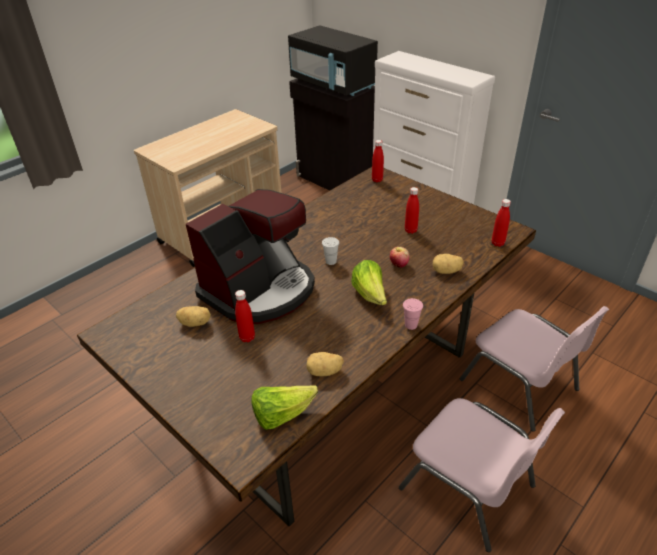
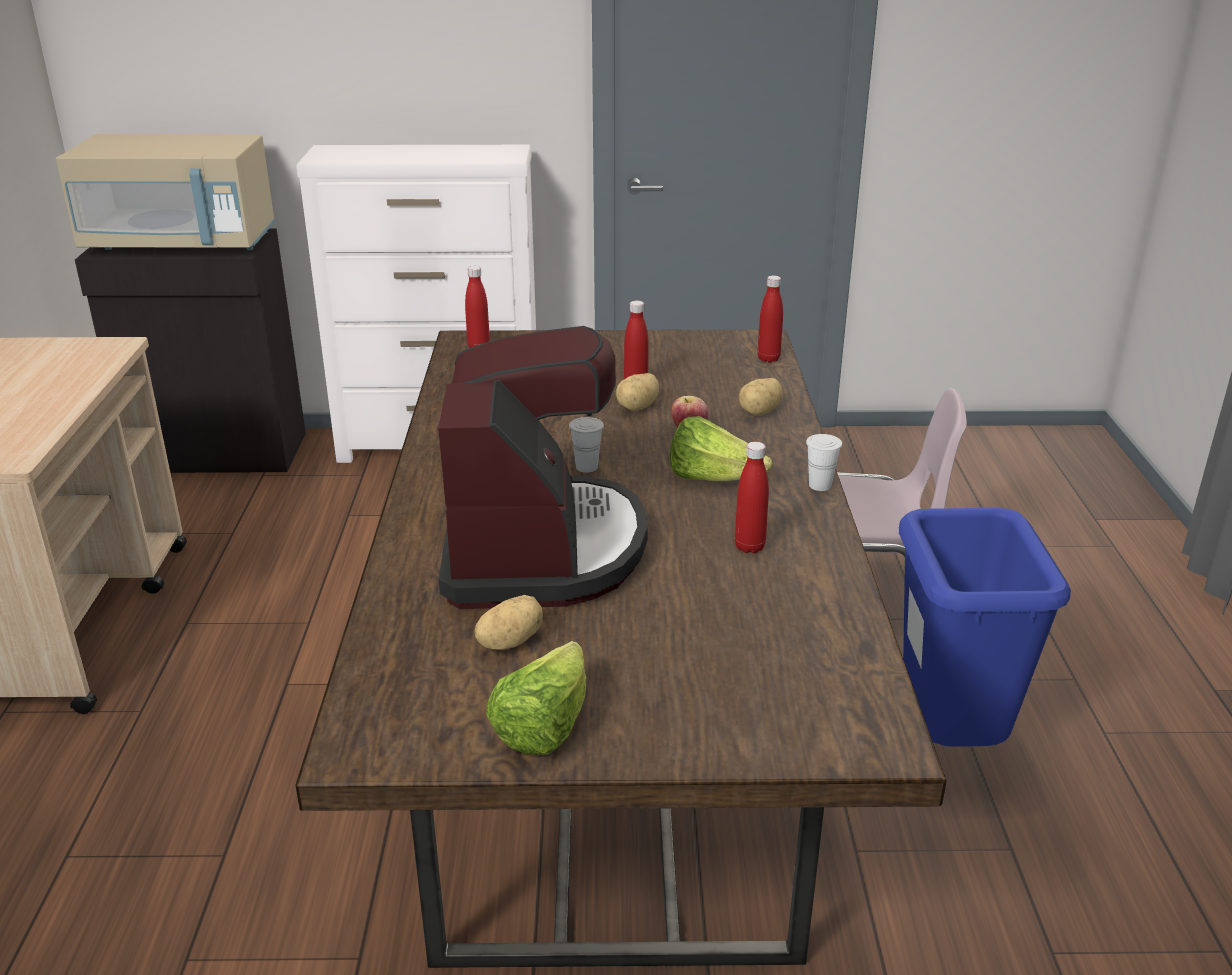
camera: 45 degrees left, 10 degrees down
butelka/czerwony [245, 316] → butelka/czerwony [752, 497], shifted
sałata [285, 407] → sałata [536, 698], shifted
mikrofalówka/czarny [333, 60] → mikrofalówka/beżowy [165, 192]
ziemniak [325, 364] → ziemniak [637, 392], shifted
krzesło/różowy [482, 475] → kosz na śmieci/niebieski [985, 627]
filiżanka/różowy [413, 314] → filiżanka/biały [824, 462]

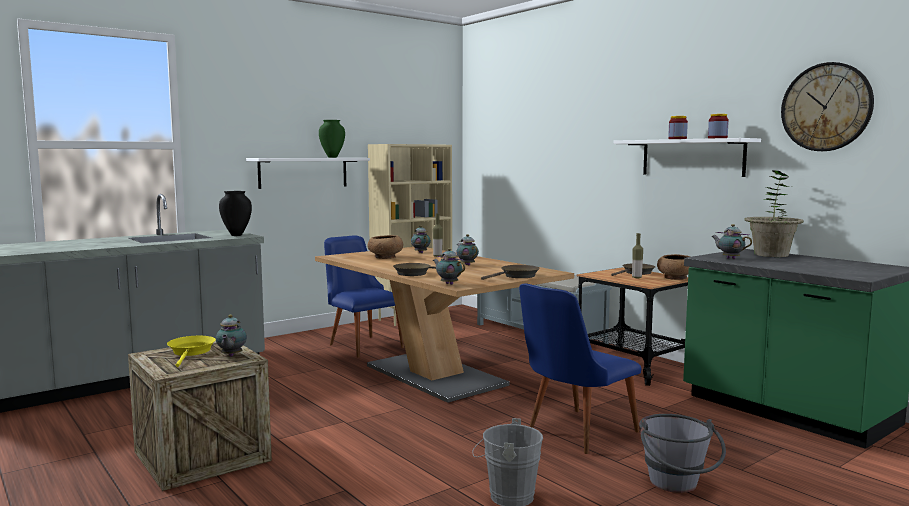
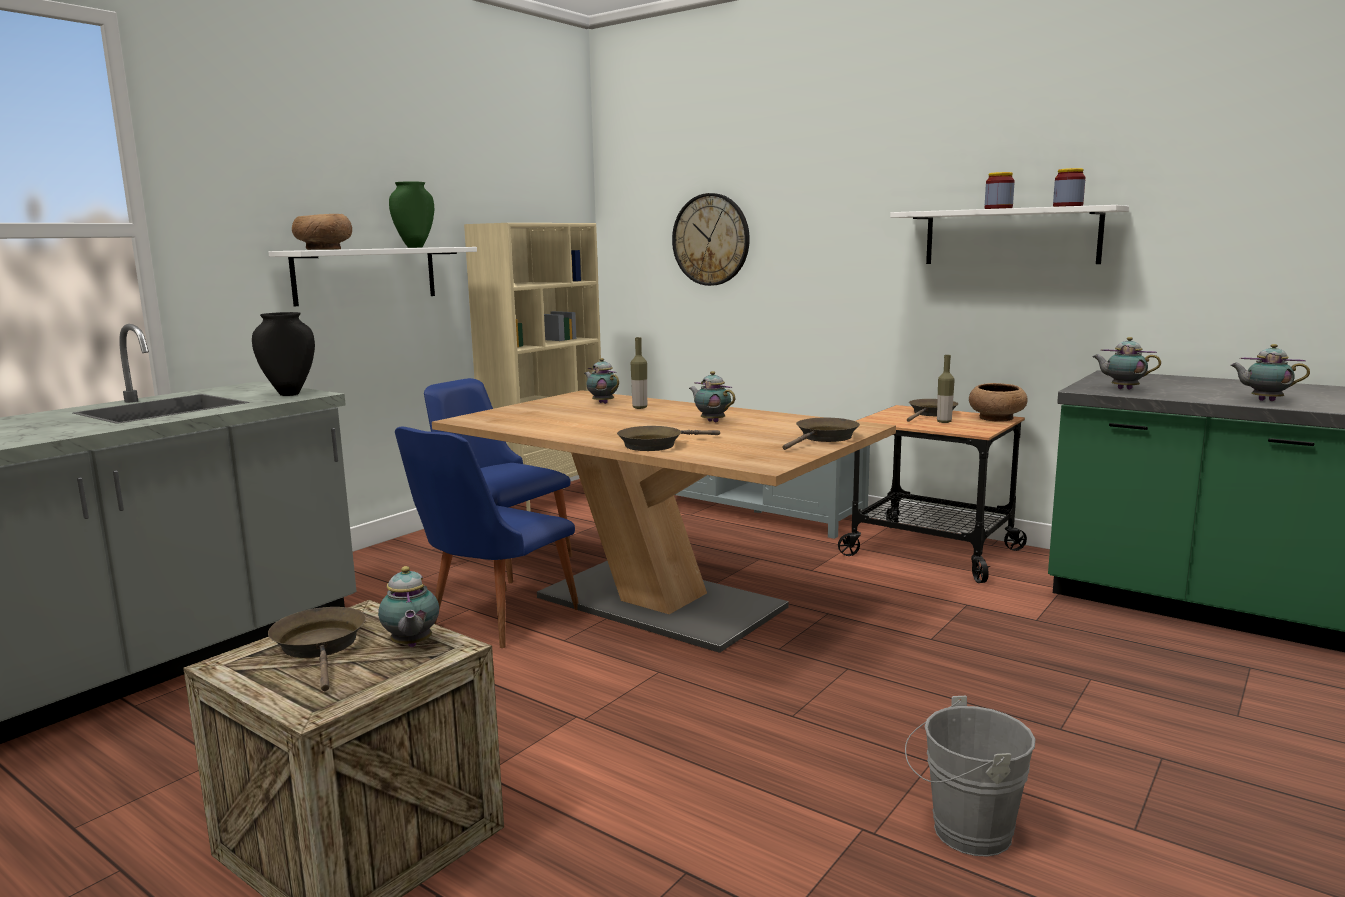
camera: 15 degrees left, 5 degrees up
patelnia/żółty [191, 351] → patelnia/brązowy [317, 649]
miska/brązowy [385, 247] → miska/brązowy [322, 232], shifted
imbryk [449, 266] → imbryk [1270, 372], shifted
krzesło/niebieski [580, 368] → krzesło/niebieski [487, 537], shifted
wiadro/szary [682, 453] → -
roślina doniczkowa [774, 214] → -
zegar ścienny [827, 106] → zegar ścienny [711, 239], shifted

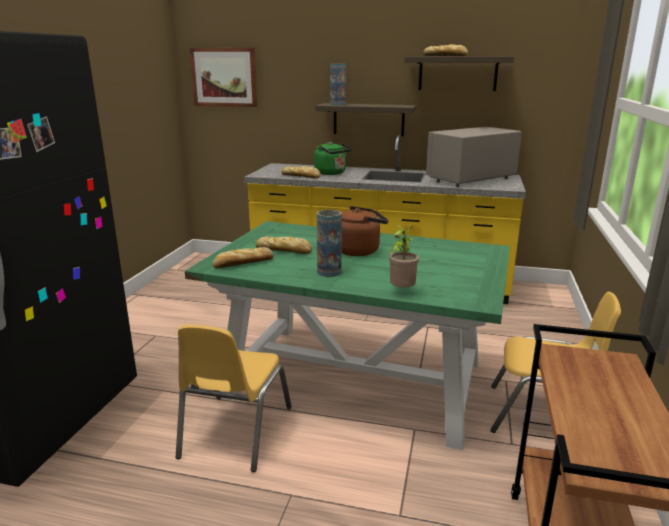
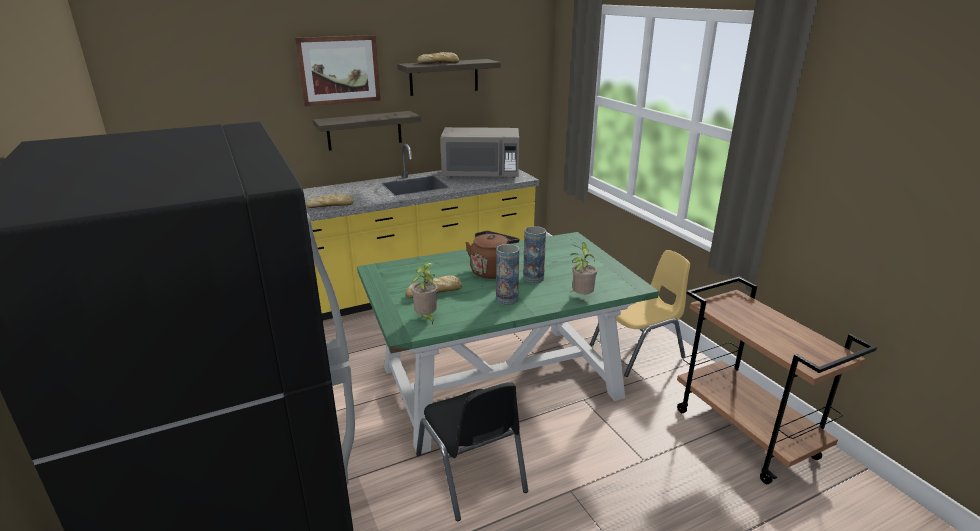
camera: 40 degrees left, 5 degrees up
krzesło/żółty [234, 398] → krzesło/czarny [472, 451]
obraz [224, 77] → obraz [338, 71], shifted
chleb [243, 257] → roślina doniczkowa [425, 294]
czajnik/zielony [333, 158] → -
wazon [338, 84] → wazon [534, 254], shifted
mikrofalówka/szary [474, 157] → mikrofalówka/szary [479, 152], 105 degrees counterclockwise

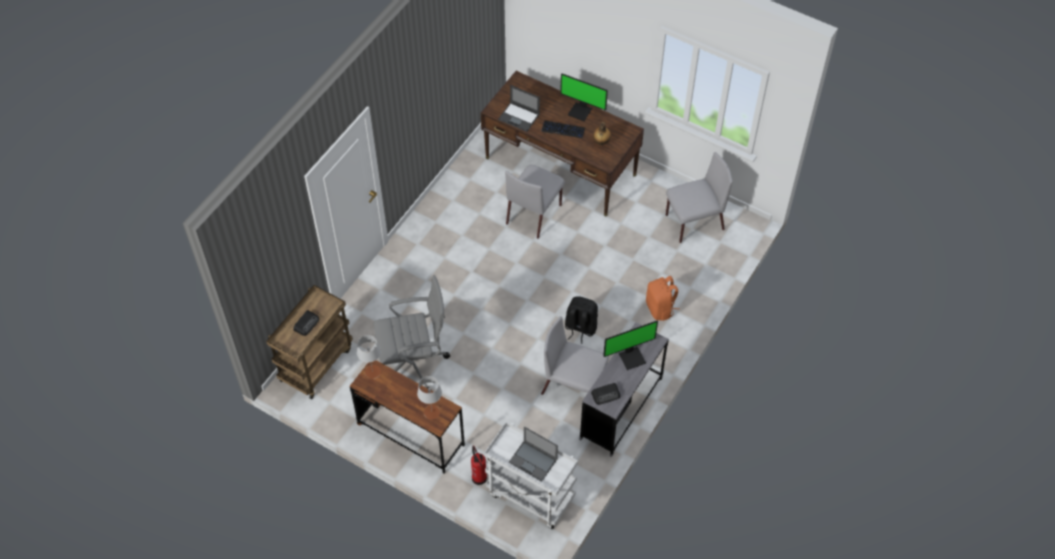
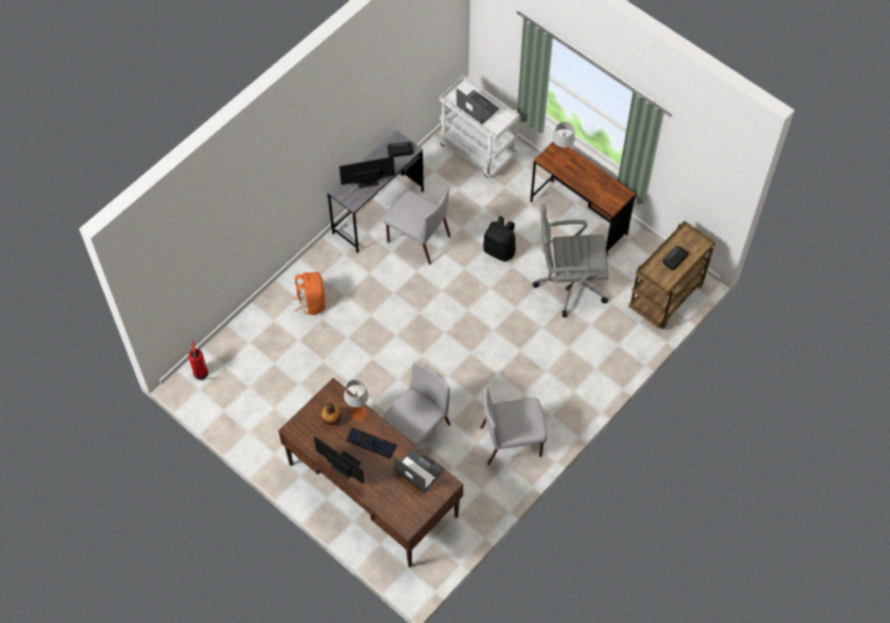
camera: 170 degrees left, 5 degrees up
lampa stołowa/szary [369, 357] → lampa stołowa/szary [356, 400], shifted
gaśnica [479, 465] → gaśnica [198, 360], shifted
plecak/czarny [581, 320] → plecak/czarny [499, 239], shifted
krzesło/szary [699, 197] → krzesło/szary [513, 425], shifted

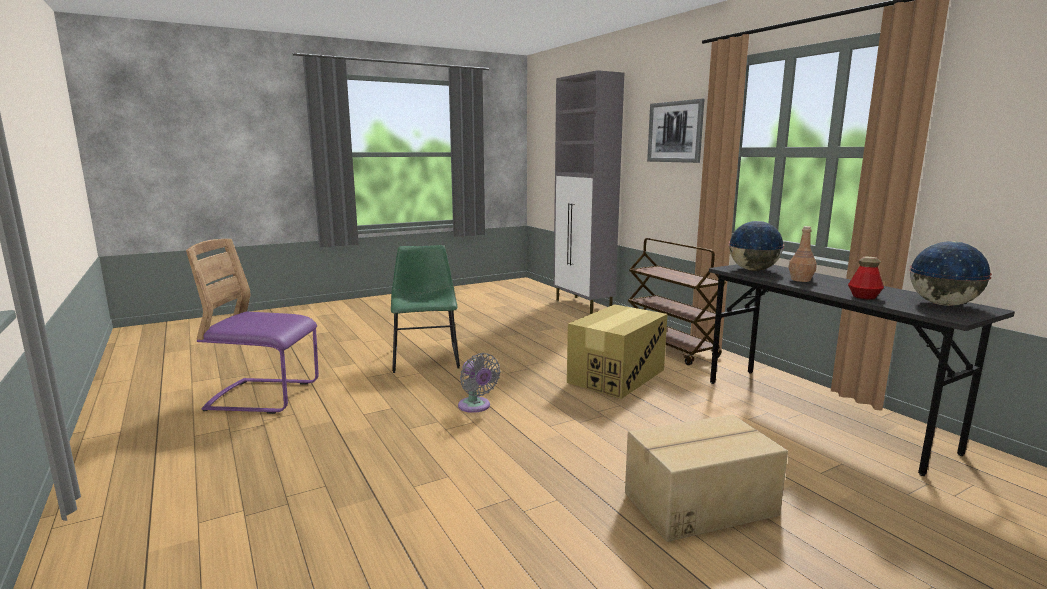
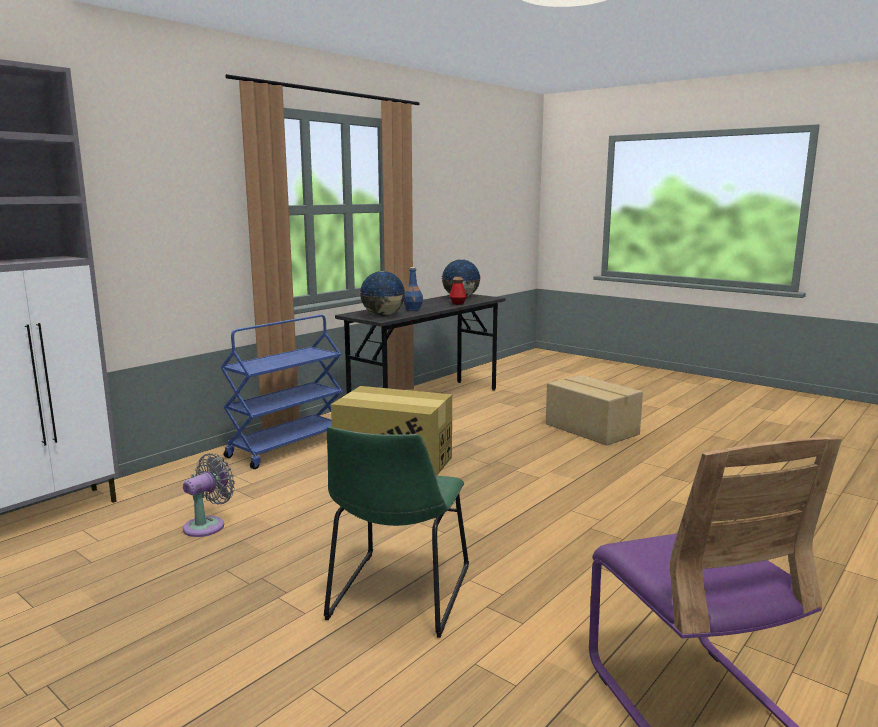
camera: 110 degrees left, 0 degrees up
krzesło/zielony [425, 309] → krzesło/zielony [396, 532], 45 degrees counterclockwise
wentylator/szary [479, 383] → wentylator/szary [209, 495], shifted
wózek/brązowy [677, 301] → wózek/niebieski [281, 392]
obraz [675, 131] → -
butelka/brązowy [803, 254] → butelka/niebieski [413, 289]

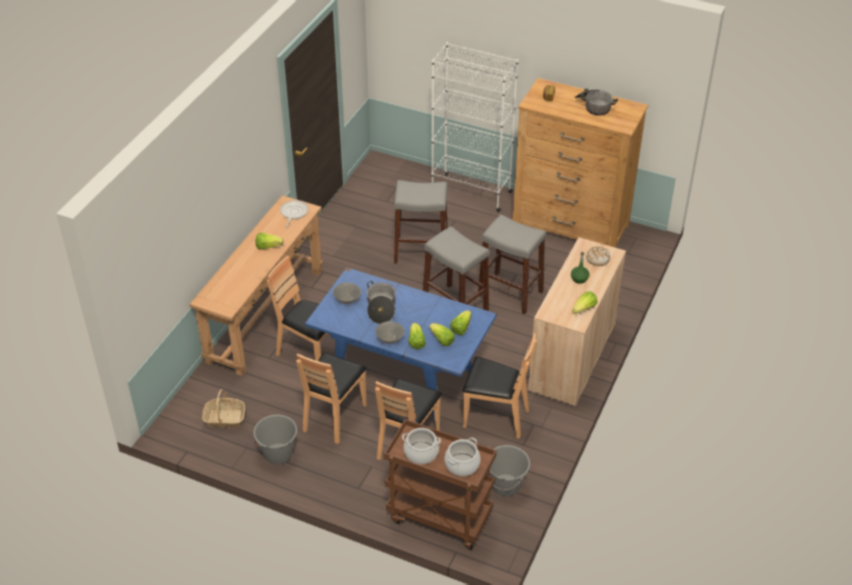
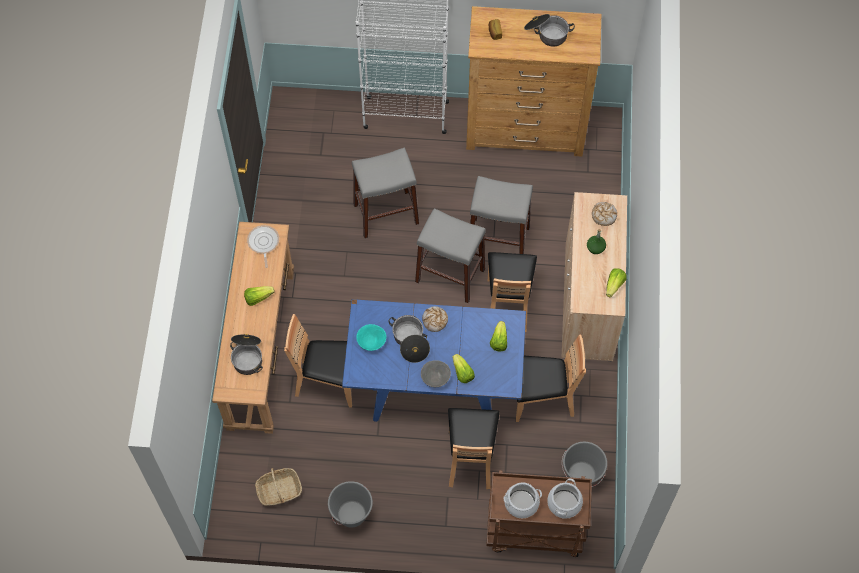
camera: 20 degrees left, 20 degrees up
krzesło/brązowy [331, 398] → krzesło/brązowy [512, 292], shifted
miska/szary [347, 293] → miska/turkusowy [371, 337]
sałata [442, 334] → -
- → garnek [246, 354]
- → chleb [435, 319]

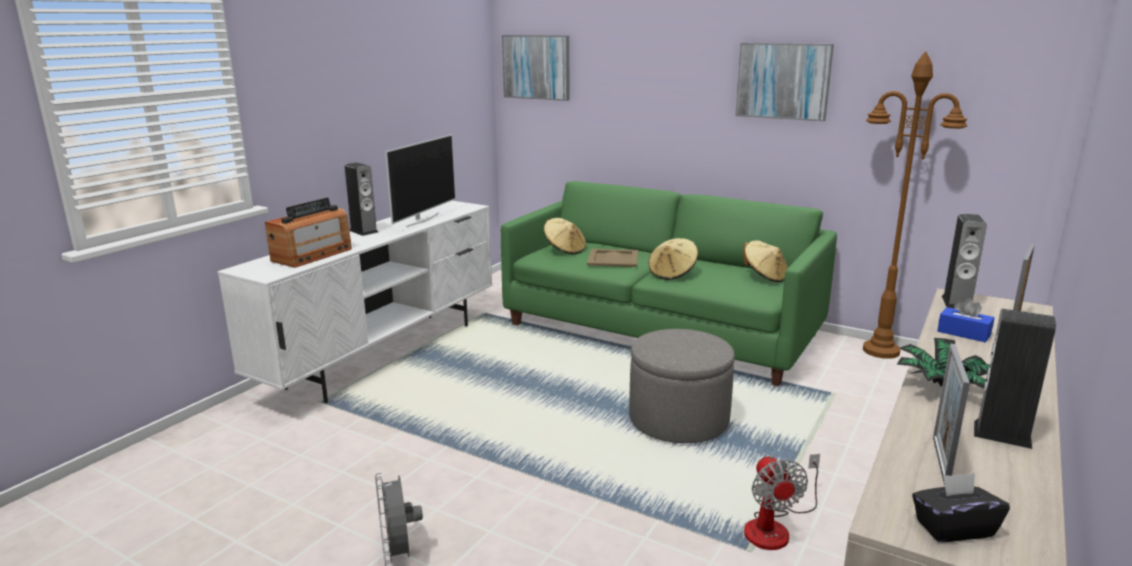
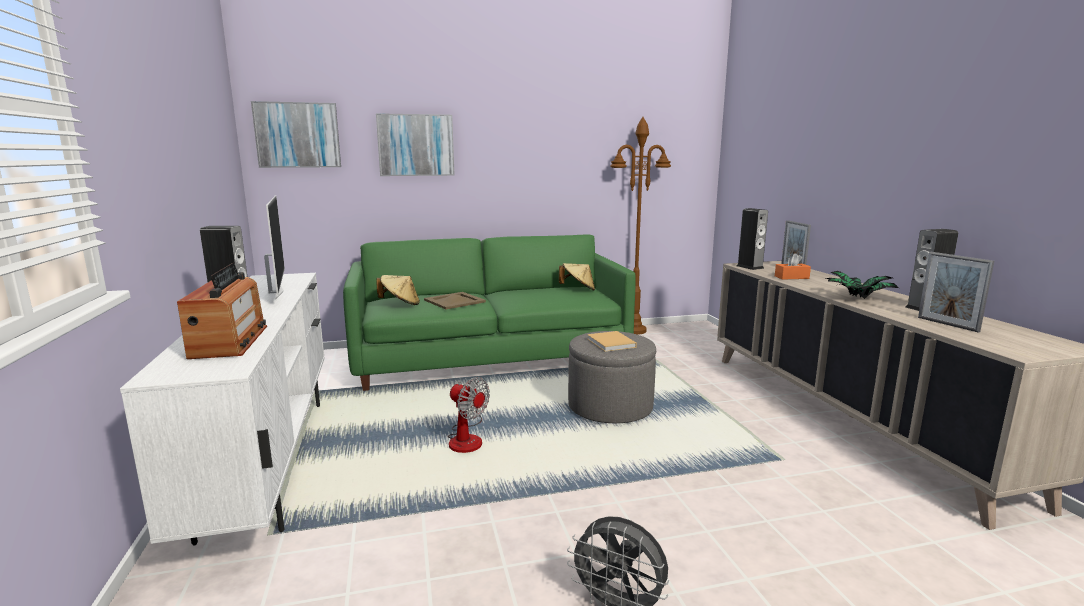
camera: 45 degrees left, 5 degrees down
kapelusz/beżowy [673, 259] → -
obraz [785, 82] → obraz [415, 144], shifted
wentylator [782, 502] → wentylator [469, 415], shifted
pudełko chusteczek/czarny [961, 507] → -
pudełko chusteczek/niebieski [965, 320] → pudełko chusteczek/pomarańczowy [793, 266]
- → książka/beżowy [612, 341]

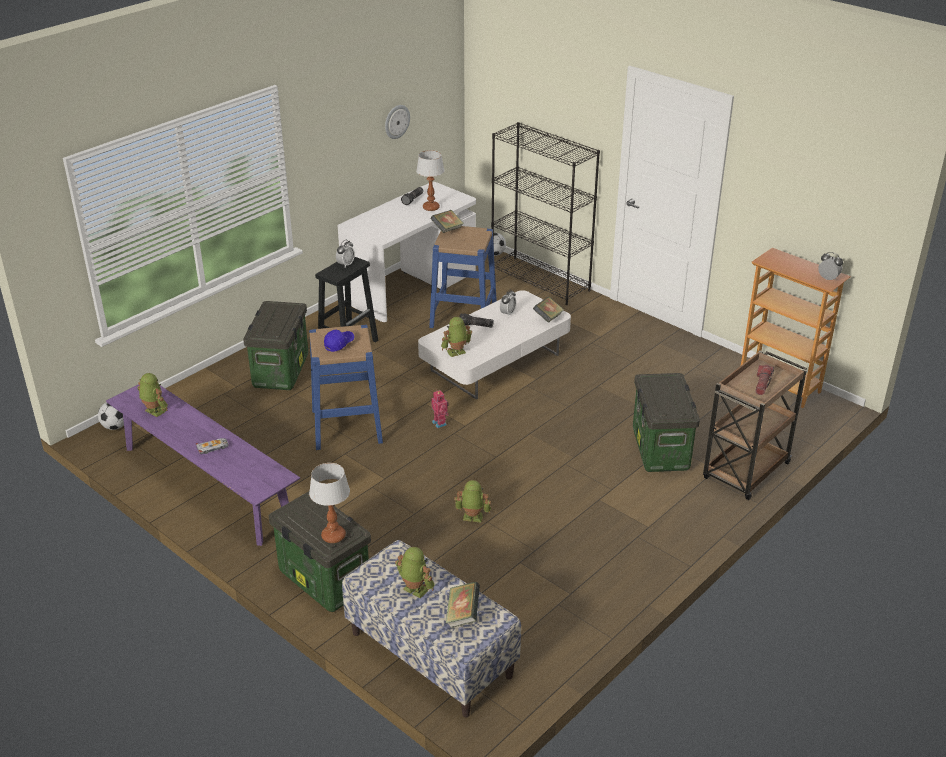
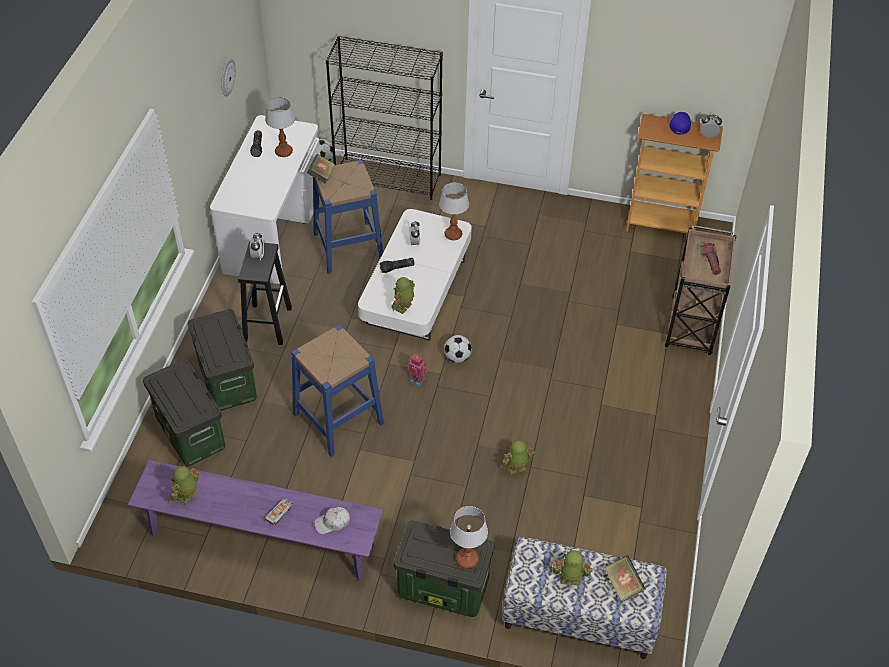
camera: 30 degrees left, 15 degrees up
piłka futbolowa [111, 416] → piłka futbolowa [458, 349], shifted
robot zabawkowy [152, 395] → robot zabawkowy [184, 485], 60 degrees counterclockwise
czapka z daszkiem/niebieski [339, 341] → czapka z daszkiem/niebieski [680, 123], shifted
książka [548, 310] → lampa stołowa [454, 211]
pojemnik do przechowywania [666, 422] → pojemnik do przechowywania [184, 412], shifted
- → czapka z daszkiem/biały [332, 520]

